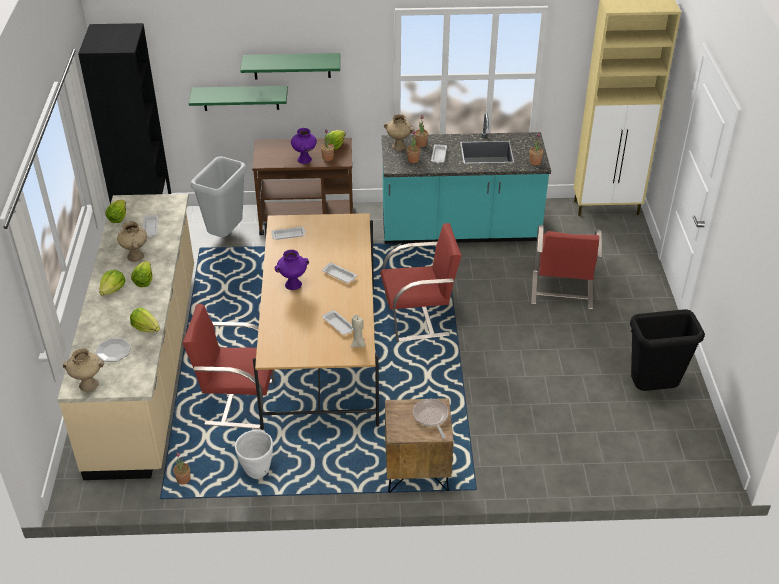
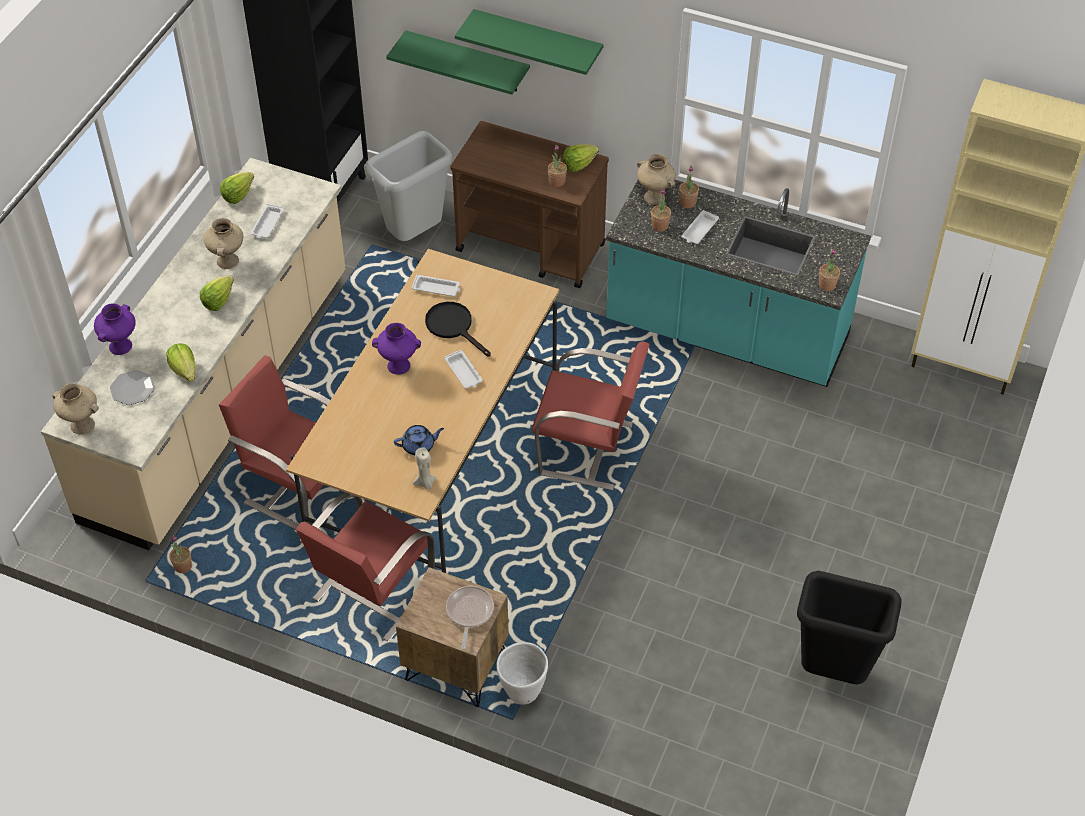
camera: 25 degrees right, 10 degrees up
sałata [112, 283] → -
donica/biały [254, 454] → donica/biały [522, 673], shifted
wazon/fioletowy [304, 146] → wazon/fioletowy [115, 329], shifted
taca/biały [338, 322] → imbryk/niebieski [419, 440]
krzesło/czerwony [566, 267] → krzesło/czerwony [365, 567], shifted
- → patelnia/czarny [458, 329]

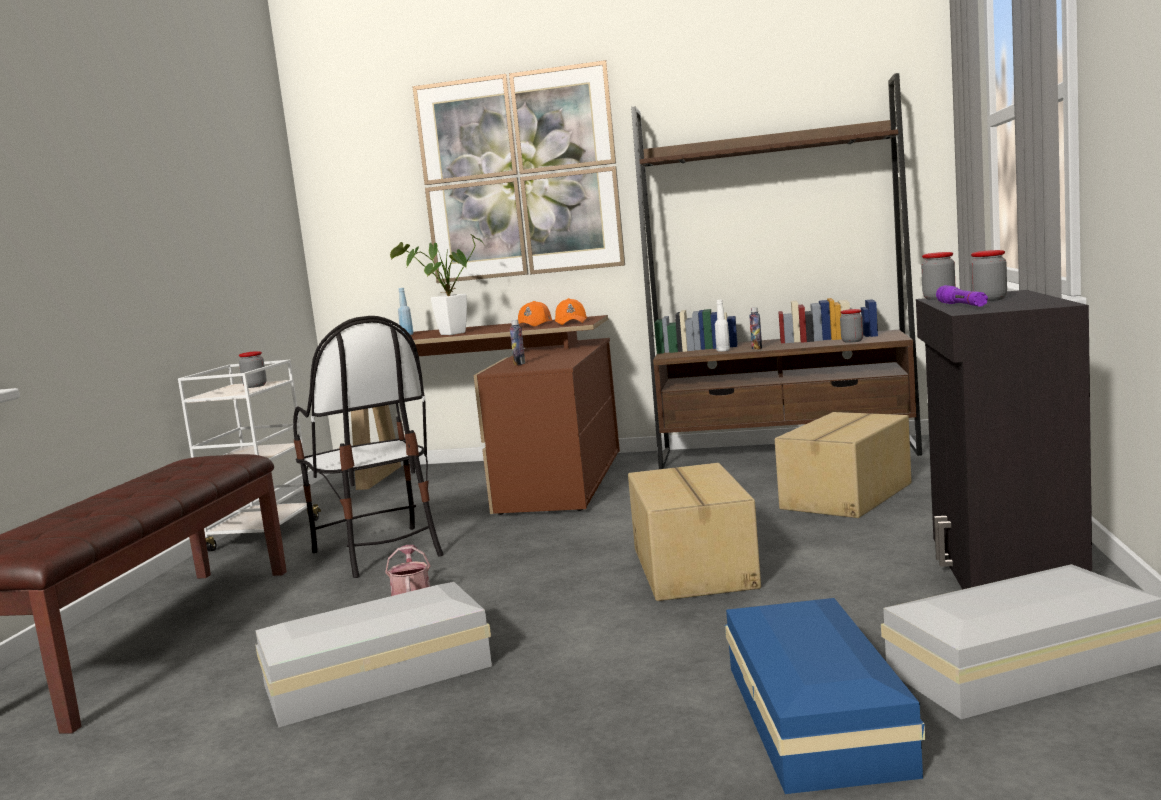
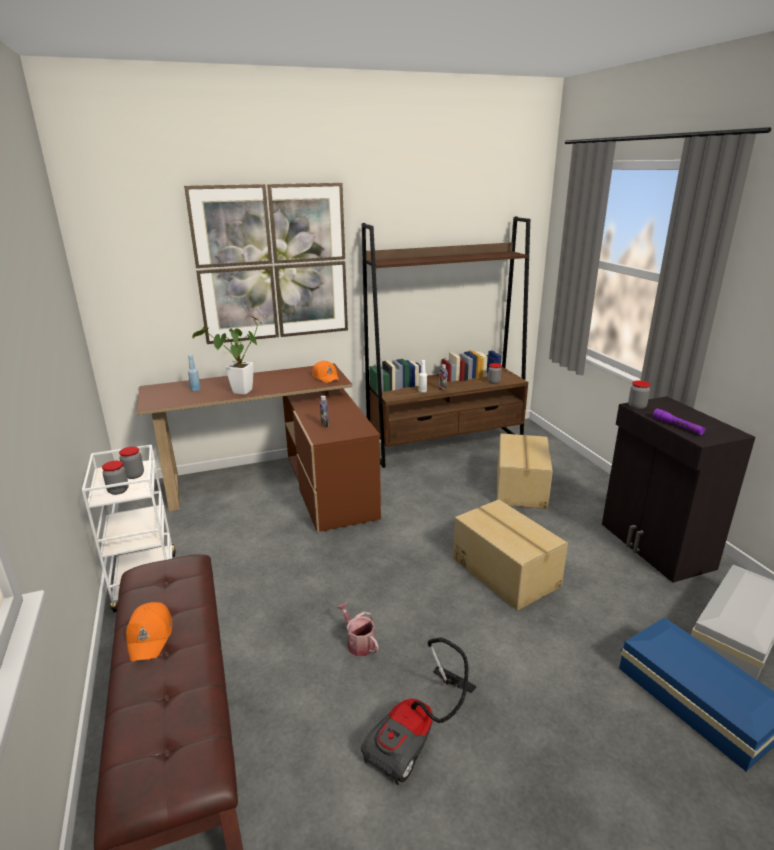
camera: 30 degrees left, 15 degrees up
pojemnik do przechowywania/biały [374, 654] → odkurzacz [418, 711]
krzesło [368, 447] → -
czapka z daszkiem/pomarańczowy [535, 313] → czapka z daszkiem/pomarańczowy [149, 631], shifted
słoik [988, 275] → słoik [115, 478], shifted

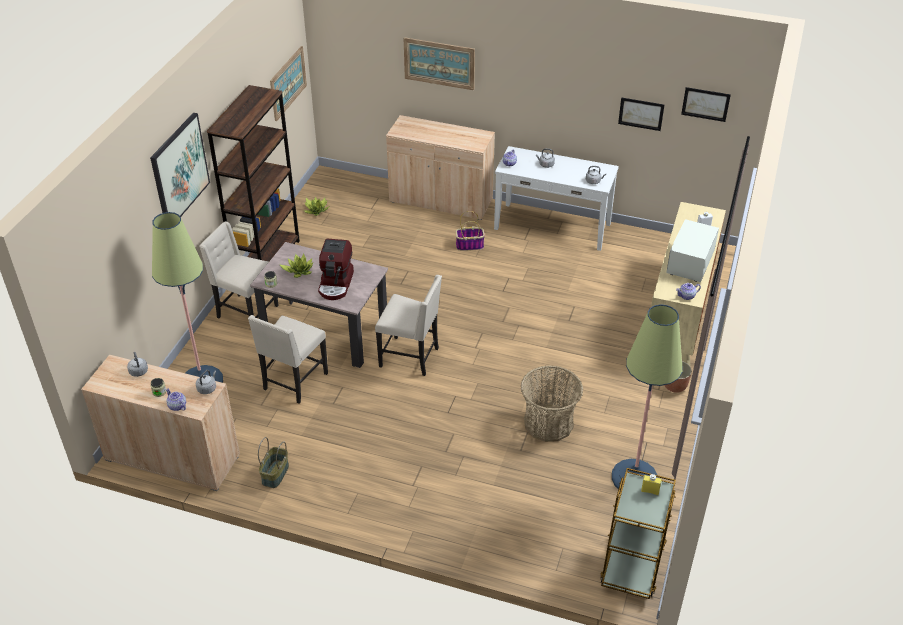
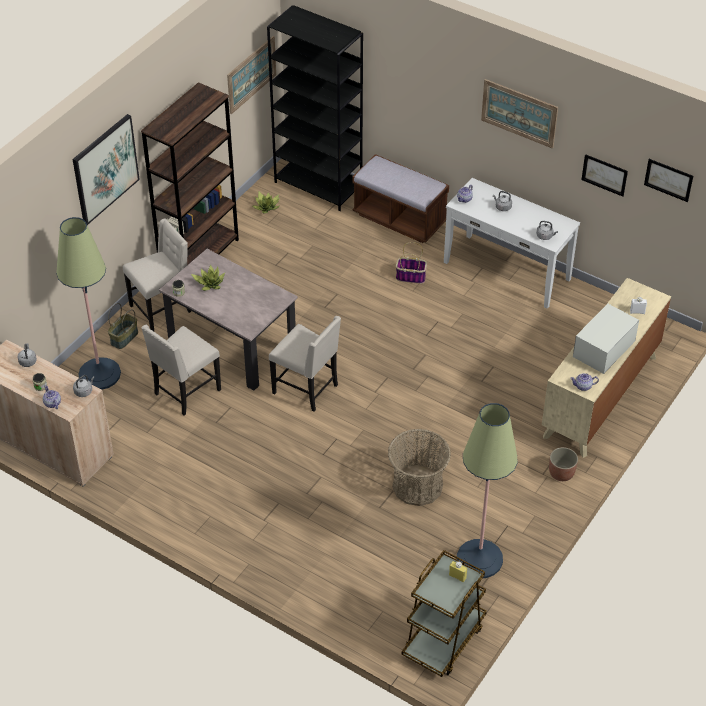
camera: 15 degrees right, 5 degrees up
krzesło/beżowy [239, 269] → krzesło/beżowy [157, 274], 105 degrees clockwise
koszyk [273, 462] → koszyk [123, 326], shifted
ekspres do kawy [336, 269] → -
szafka/beżowy [440, 167] → ławka/brązowy [401, 198]
obraz [439, 63] → obraz [519, 114], shifted
- → regał/czarny [315, 108]

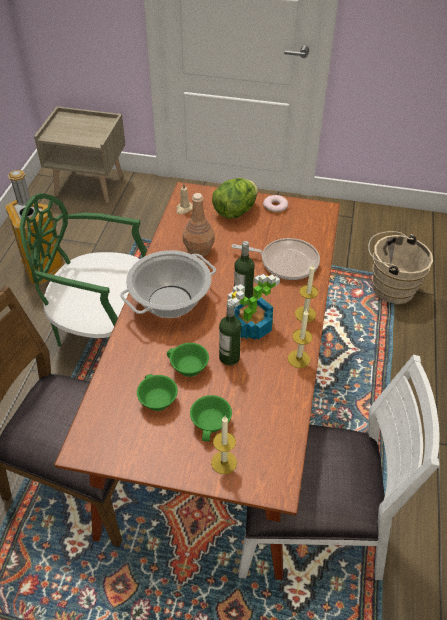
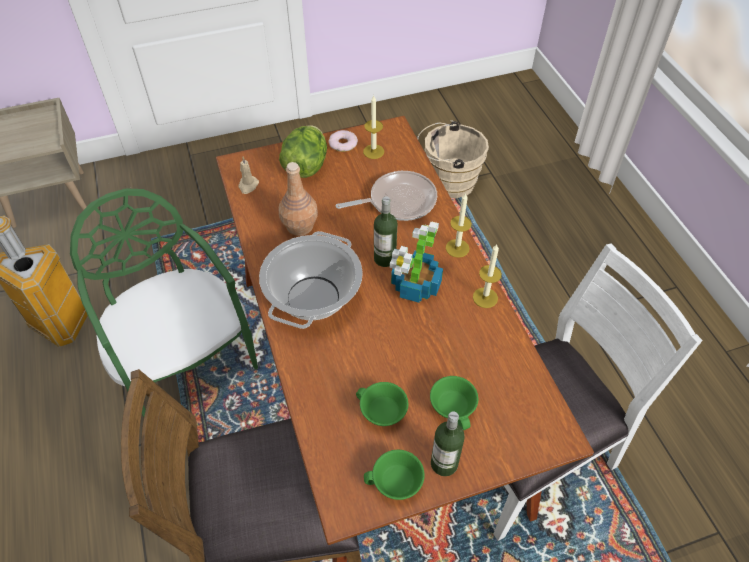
camera: 30 degrees left, 5 degrees up
krzesło/zielony [83, 269] → krzesło/zielony [164, 303], 75 degrees clockwise
filiżanka/zielony [188, 360] → filiżanka/zielony [394, 475], shifted
świeca [224, 445] → świeca [373, 127], shifted
butelka [230, 333] → butelka [448, 443], shifted

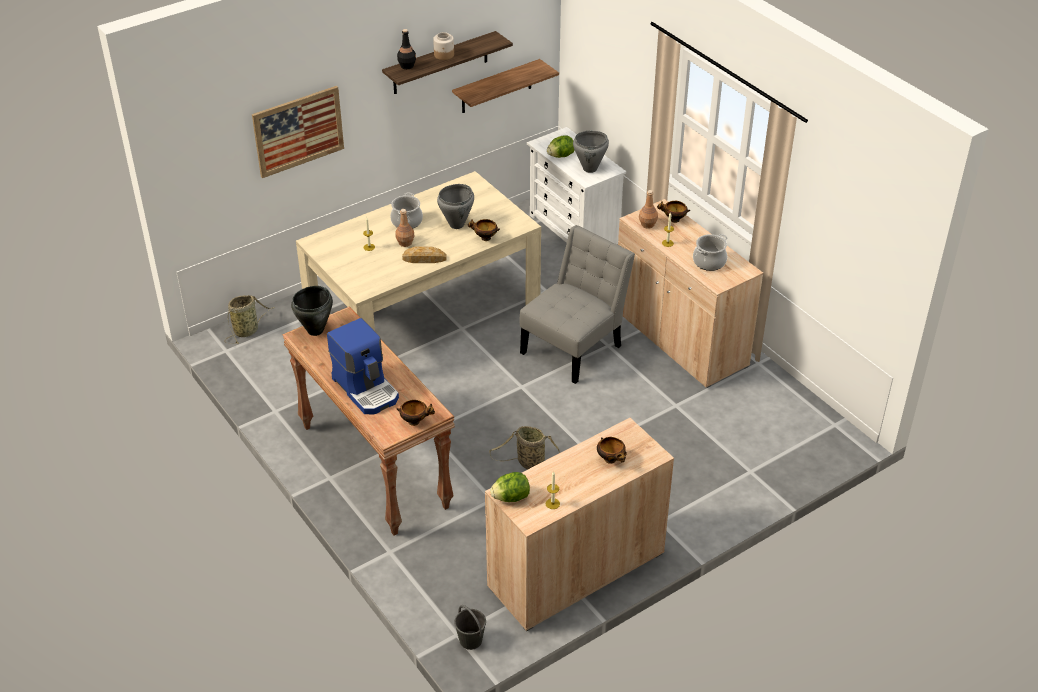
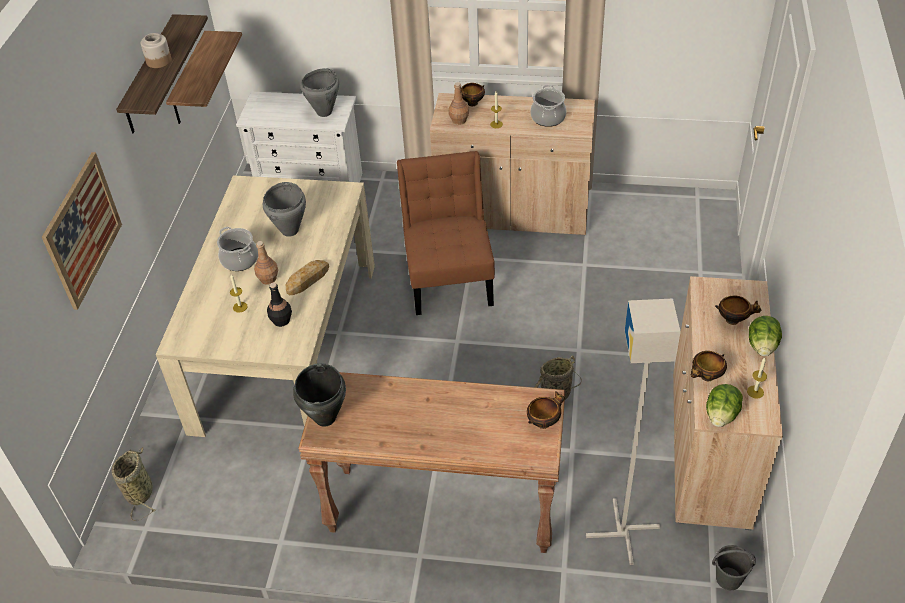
camera: 45 degrees left, 5 degrees up
ekspres do kawy [363, 366] → -
butelka/czarny [406, 49] → butelka/czarny [279, 304], shifted
miska [484, 230] → miska [709, 366], shifted
krzesło/szary [577, 304] → krzesło/brązowy [446, 233]
sałata [560, 146] → sałata [765, 336], shifted
- → lampa stojąca/szary [633, 431]

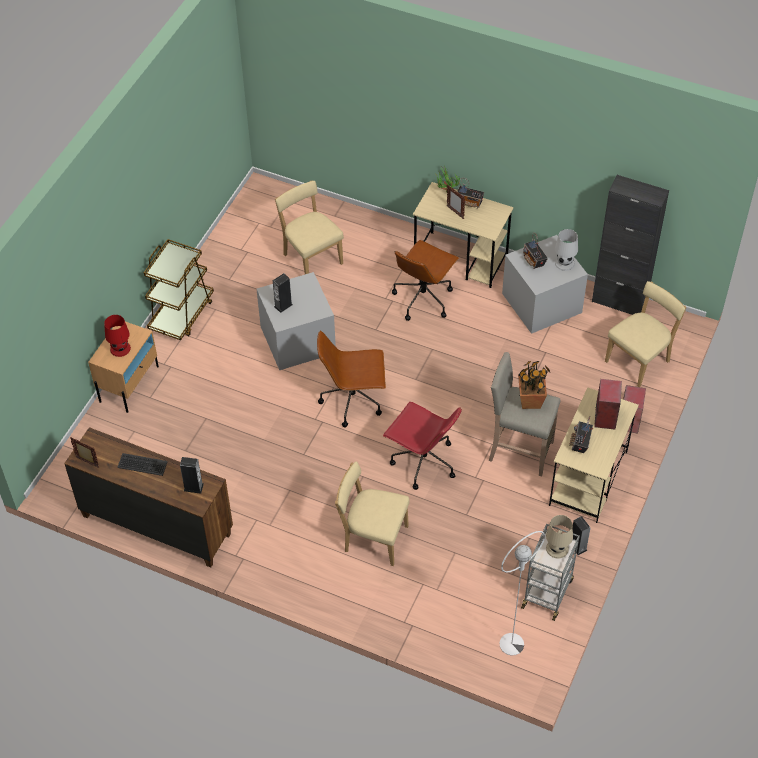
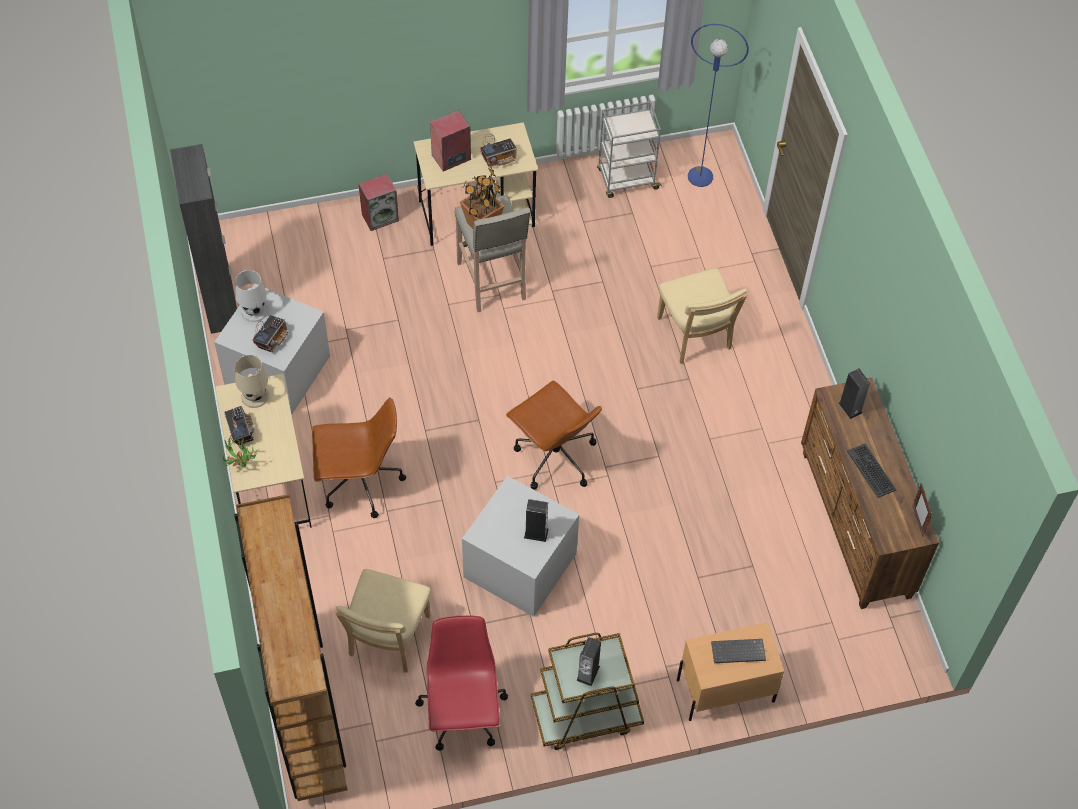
camera: 130 degrees left, 5 degrees up
lampa stołowa/czerwony [117, 336] → klawiatura [738, 651]
krzesło biurowe/czerwony [422, 446] → krzesło biurowe/czerwony [461, 683], shifted
ramka na zdjęcie [456, 202] → -
lampa stojąca/biały [522, 593] → lampa stojąca/niebieski [718, 105]
lampa stołowa/beżowy [559, 536] → lampa stołowa/beżowy [252, 381], shifted
głośnik [582, 535] → głośnik [588, 661], shifted
krzesło/beżowy [645, 334] → -
- → regał/brązowy [291, 647]

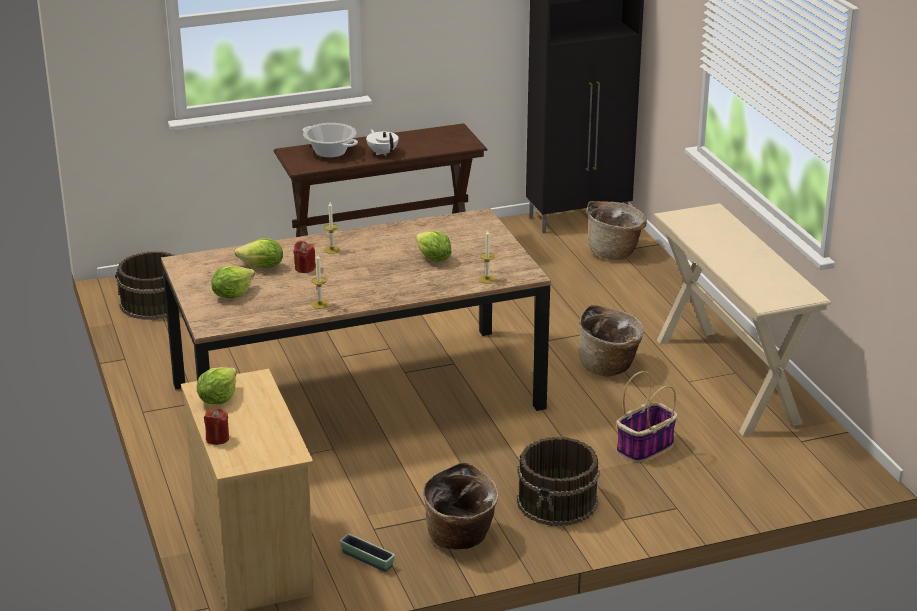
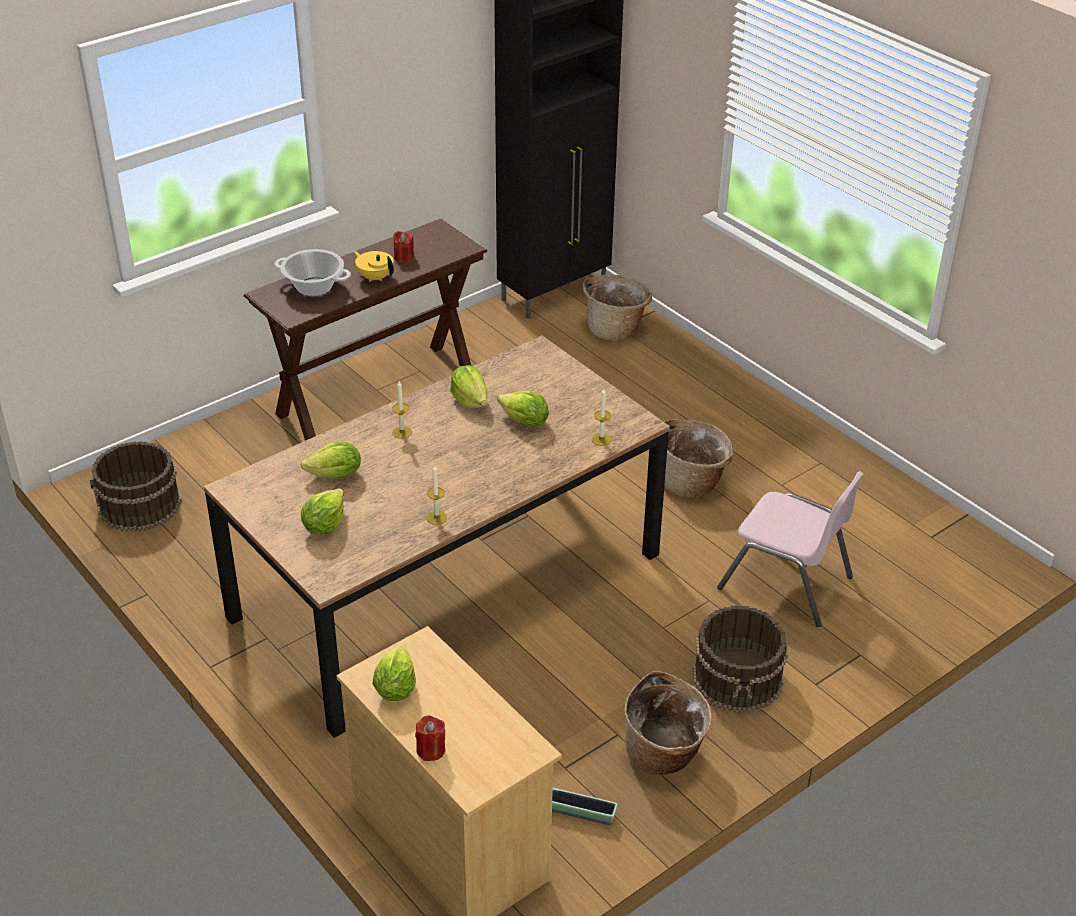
camera: 20 degrees left, 10 degrees up
świeca/czerwony [304, 257] → świeca/czerwony [403, 247], shifted
imbryk/biały [382, 142] → imbryk/żółty [373, 266]
koszyk [647, 416] → krzesło/różowy [790, 549]
stolik konsolowy/beżowy [742, 319] → -
- → sałata [468, 386]

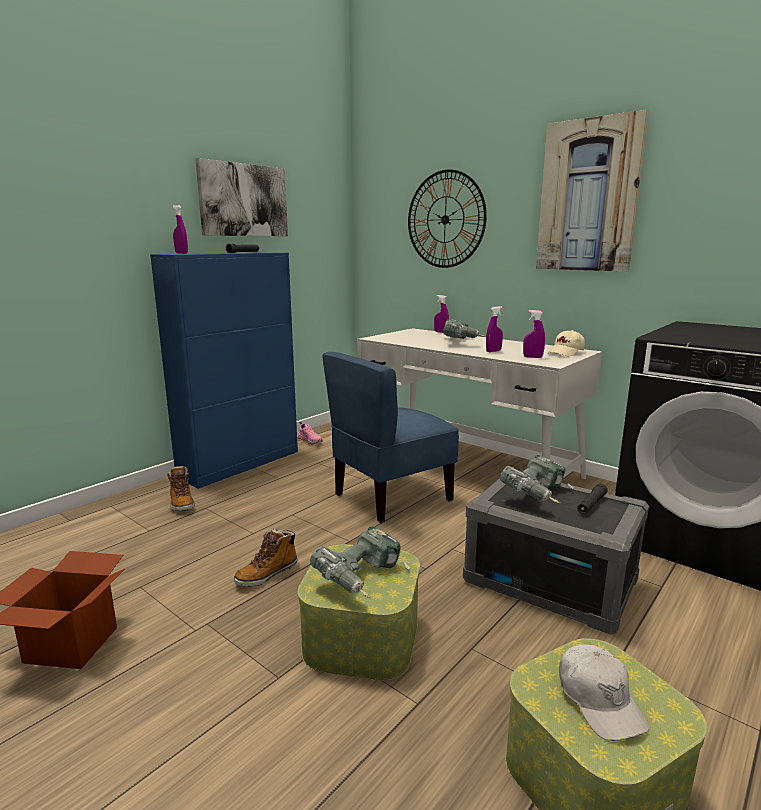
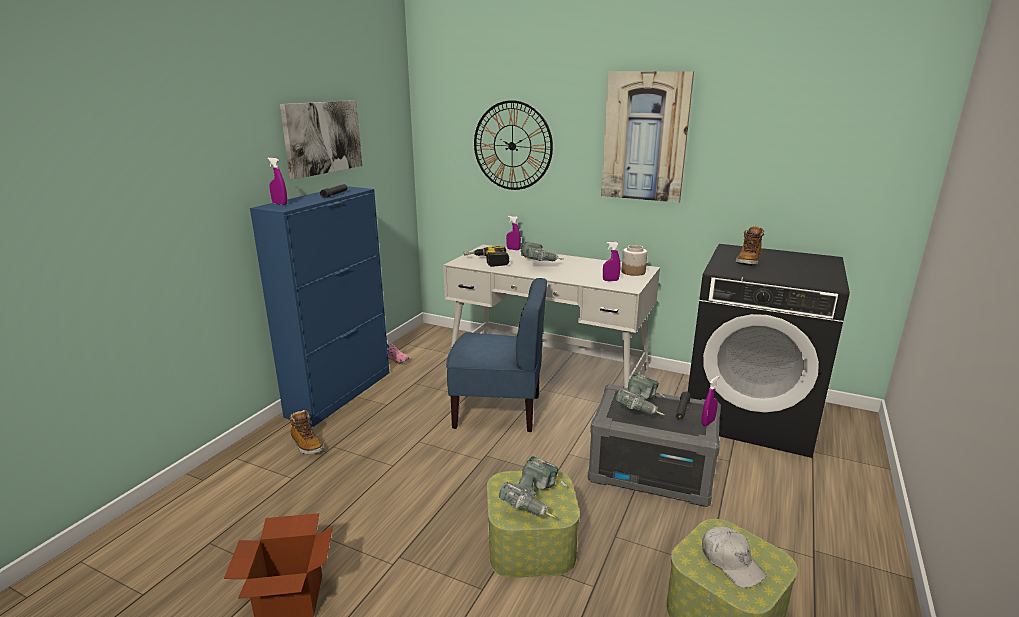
camera: 15 degrees left, 5 degrees up
but z cholewką [266, 557] → but z cholewką [750, 246], shifted
krzesło/niebieski [390, 437] → krzesło/niebieski [496, 355], 120 degrees counterclockwise
spryskiwacz/fioletowy [494, 329] → spryskiwacz/fioletowy [710, 401], shifted
czapka z daszkiem/beżowy [566, 343] → słoik [634, 260]
- → wiertarka [486, 256]

